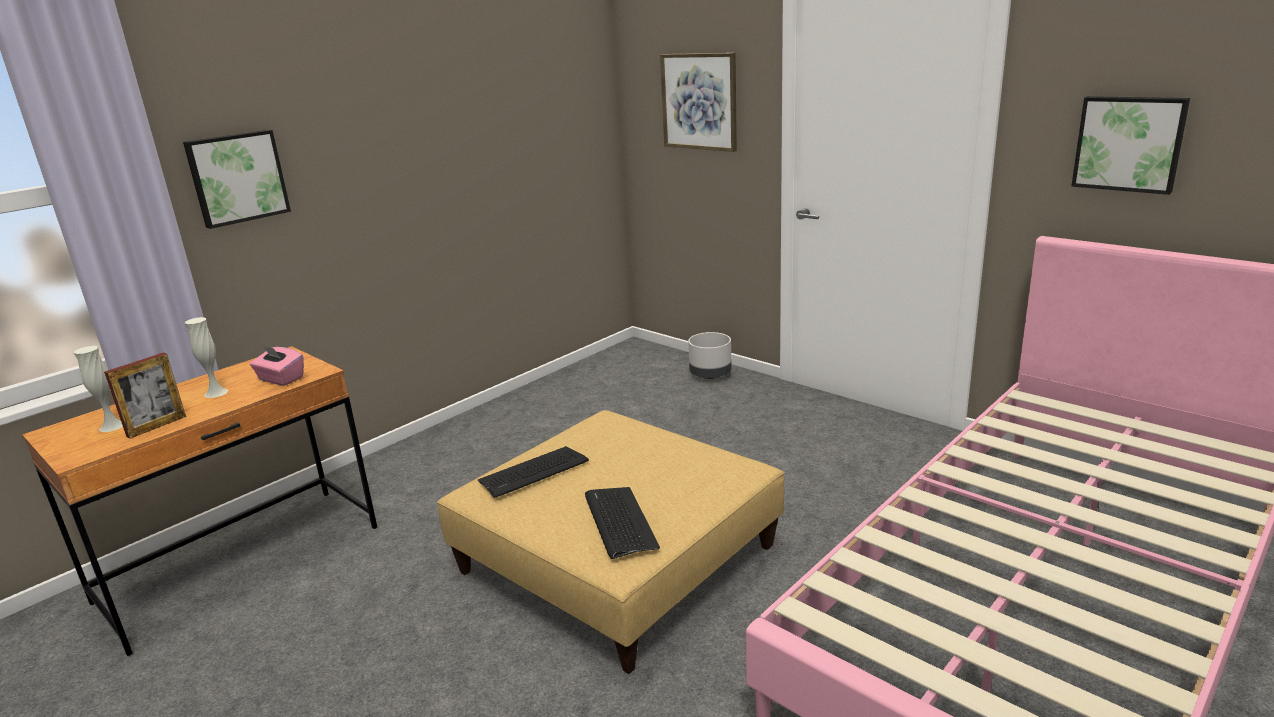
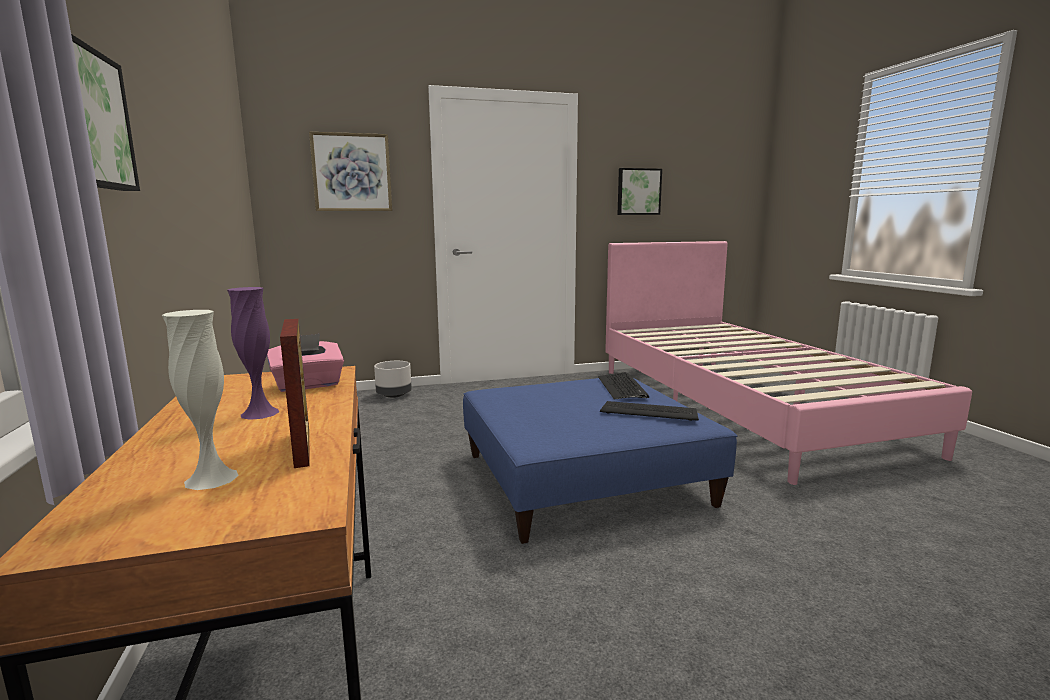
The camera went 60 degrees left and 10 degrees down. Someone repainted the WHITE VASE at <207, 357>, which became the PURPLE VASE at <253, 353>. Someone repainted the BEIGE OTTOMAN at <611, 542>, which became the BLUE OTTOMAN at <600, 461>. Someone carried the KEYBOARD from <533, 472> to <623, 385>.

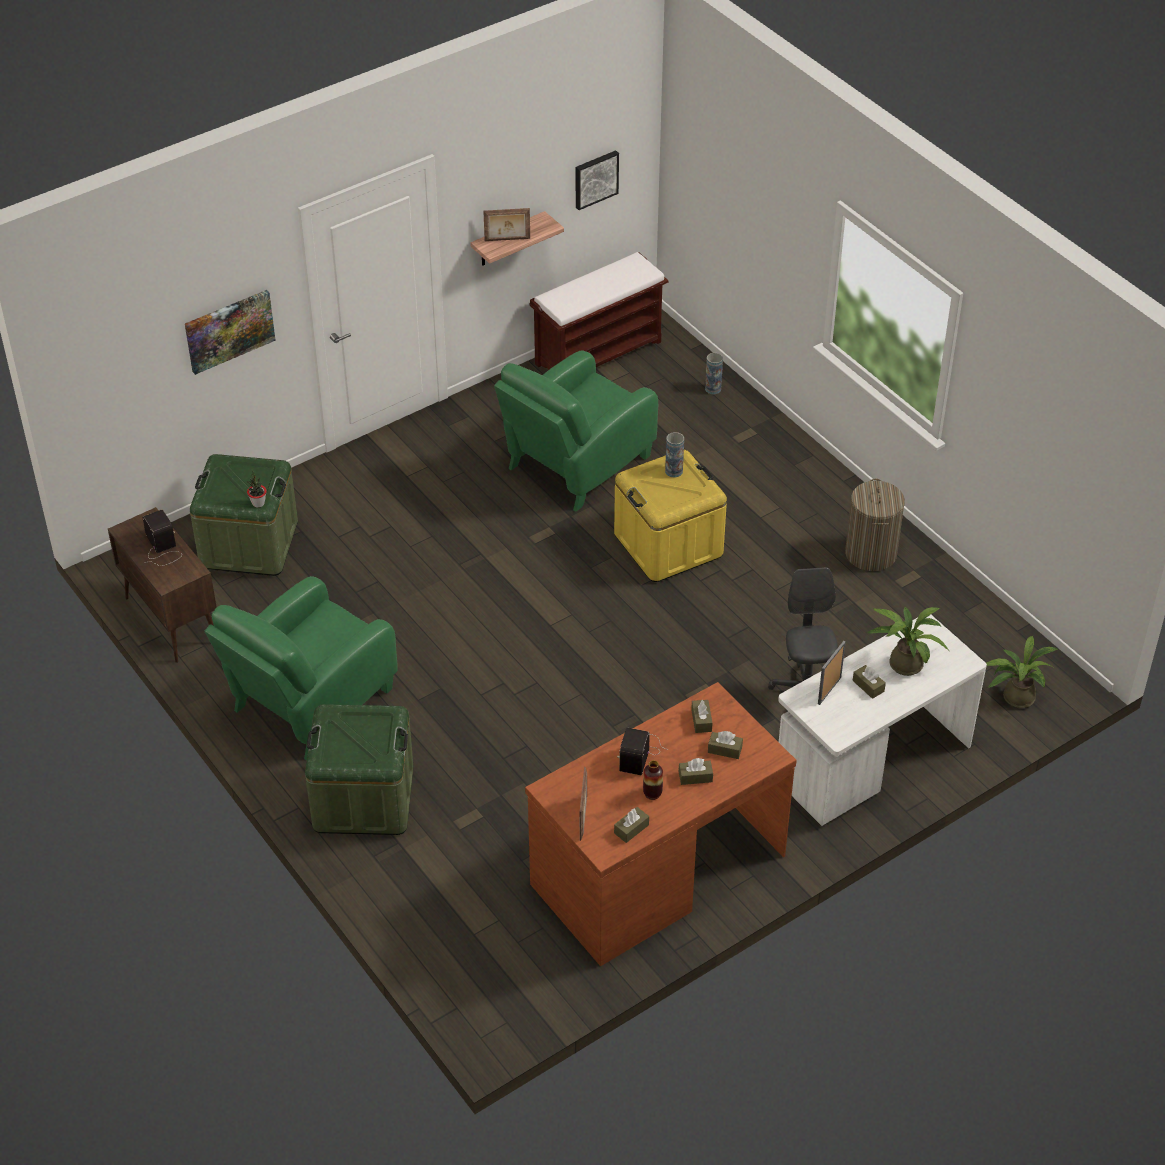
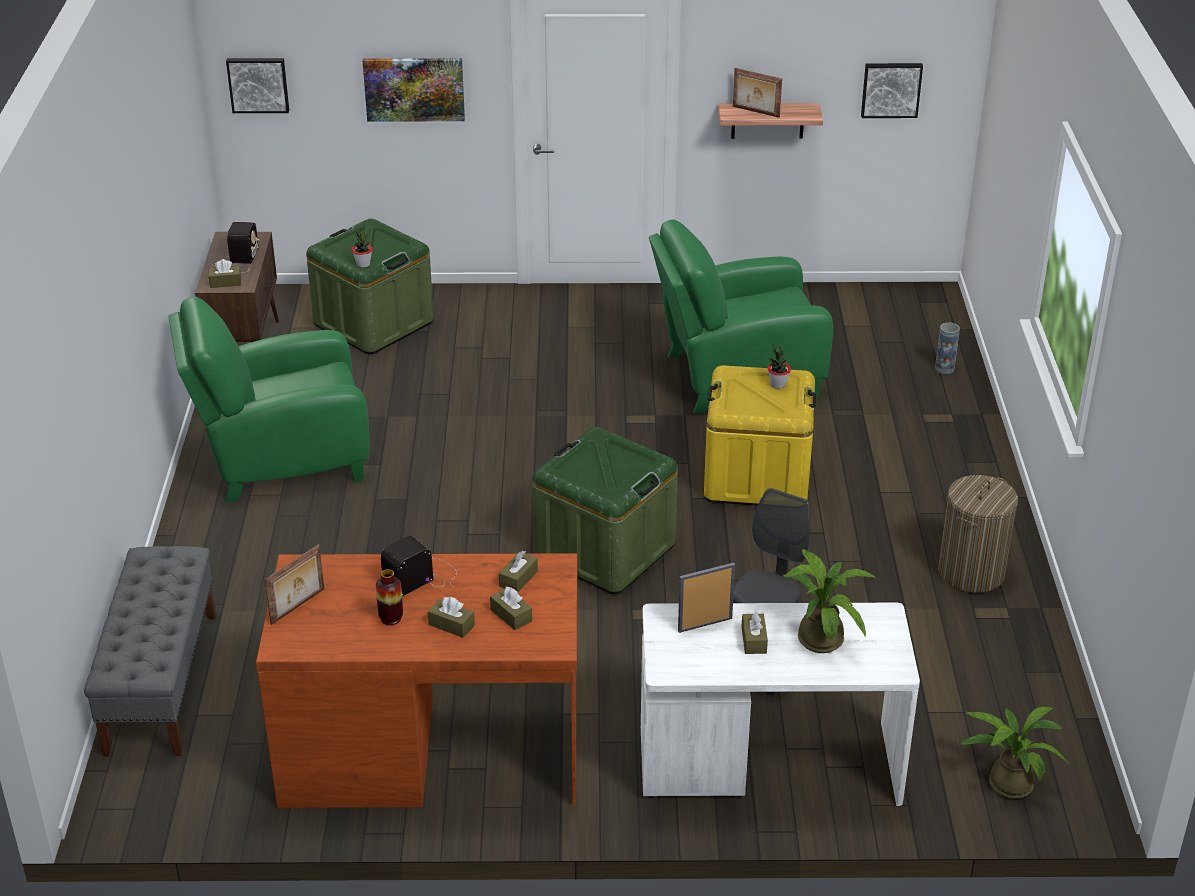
The camera went 35 degrees right and 10 degrees down. Someone took away the BROWN BENCH at <599, 311>. Someone swapped the VASE at <674, 454> for the POTTED PLANT at <779, 366>. Someone carried the GREEN STORAGE BOX from <359, 769> to <605, 510>. Someone carried the BROWN TISSUE BOX from <631, 825> to <225, 273>. Someone put up the PICTURE at <257, 85>. Someone put down the GREY BENCH at <150, 651>.

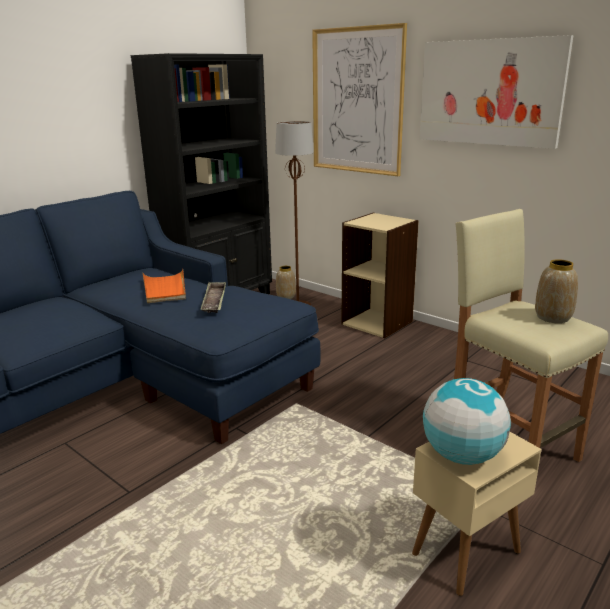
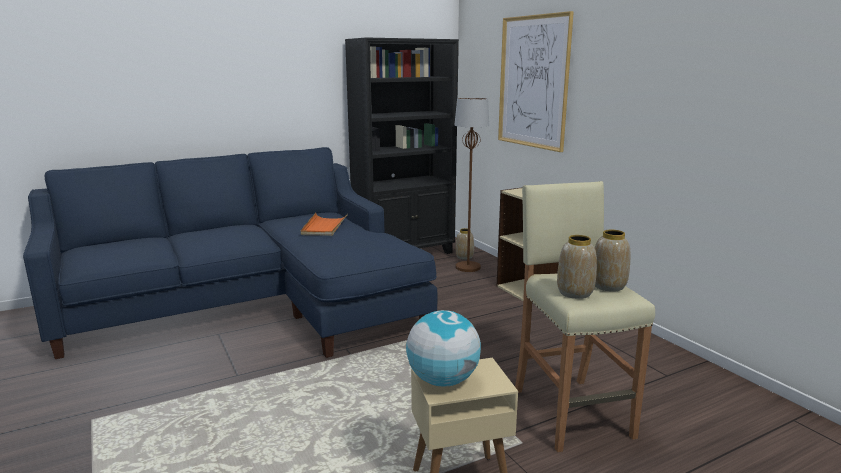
The camera went 20 degrees right and 5 degrees down. Someone took away the PICTURE at <497, 92>. Someone took away the TRAY at <213, 297>. Someone put down the VASE at <577, 267>.

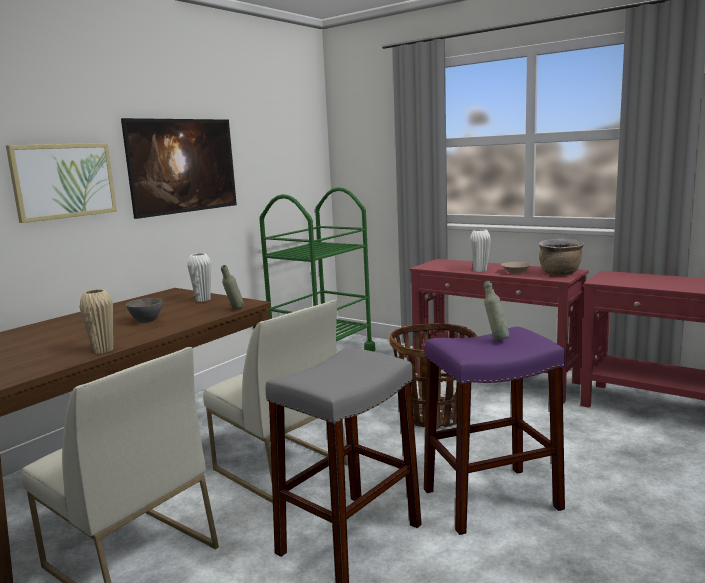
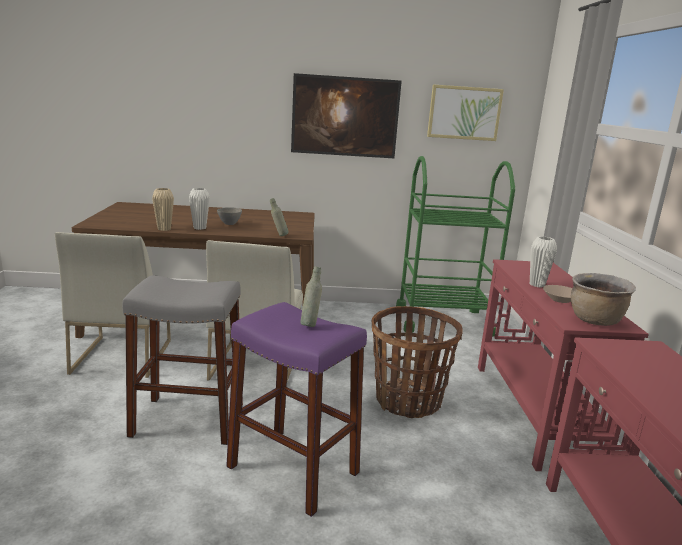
The camera went 50 degrees right and 5 degrees up. Someone carried the PICTURE from <61, 183> to <465, 113>. Someone carried the WHITE VASE from <199, 277> to <199, 209>.

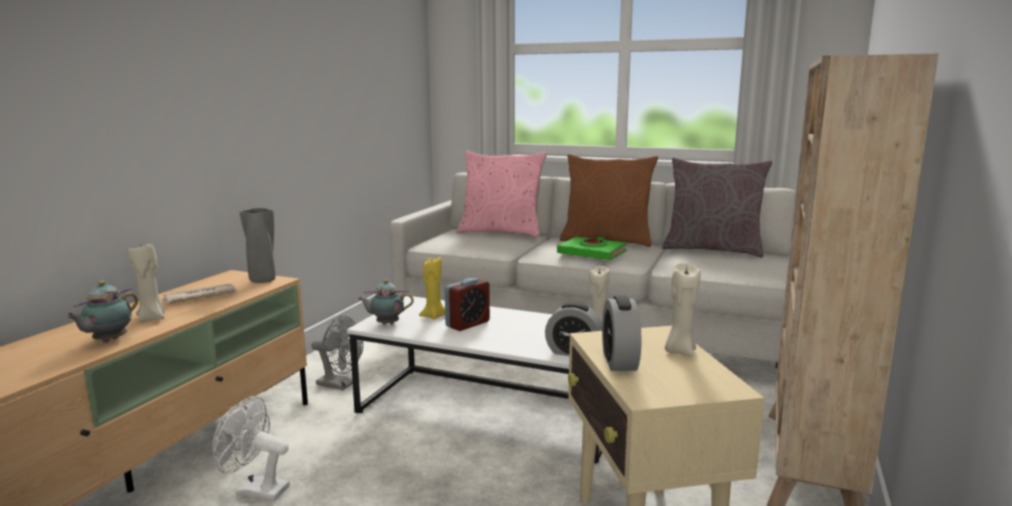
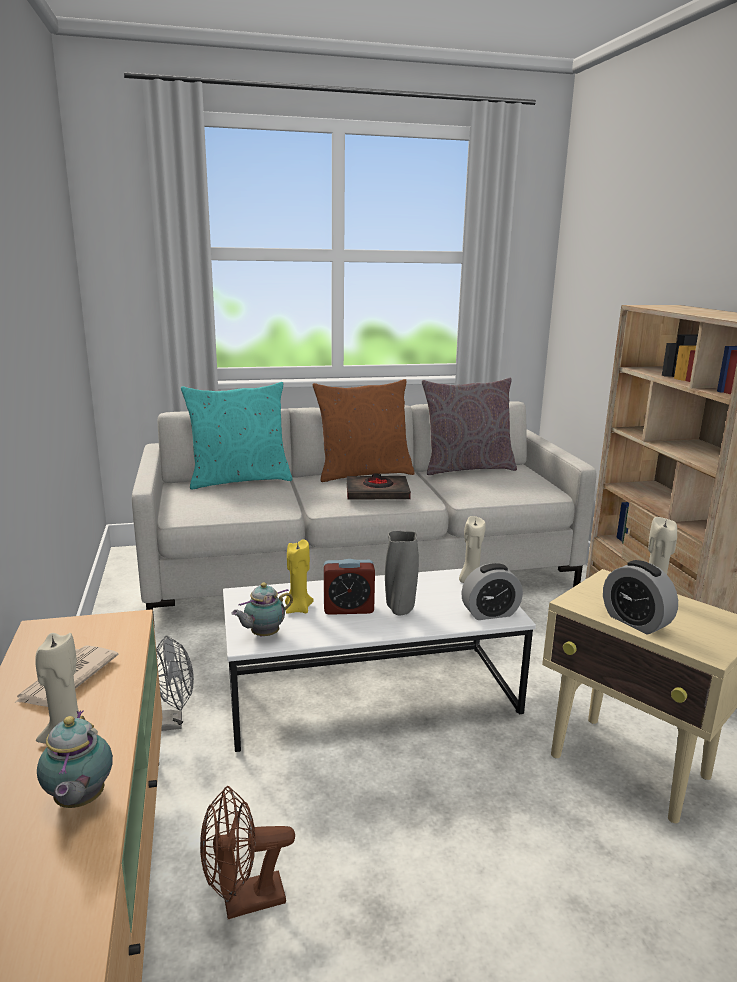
The camera went 35 degrees left and 5 degrees up. Someone repainted the PINK PILLOW at <502, 194>, which became the TURQUOISE PILLOW at <236, 436>. Someone carried the GREY VASE from <257, 245> to <402, 573>. Someone repainted the GREEN BOOK at <592, 248>, which became the BLACK BOOK at <379, 486>. Someone rotated the ALARM CLOCK at <467, 304> by 75 degrees clockwise. Someone repainted the WHITE FAN at <251, 448>, which became the BROWN FAN at <247, 852>.

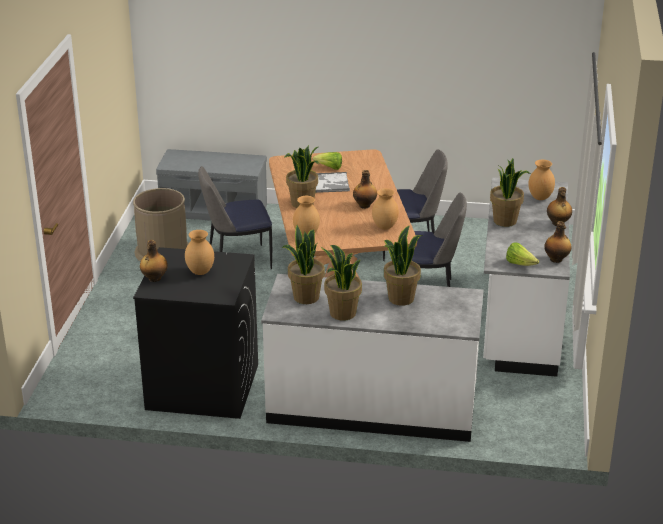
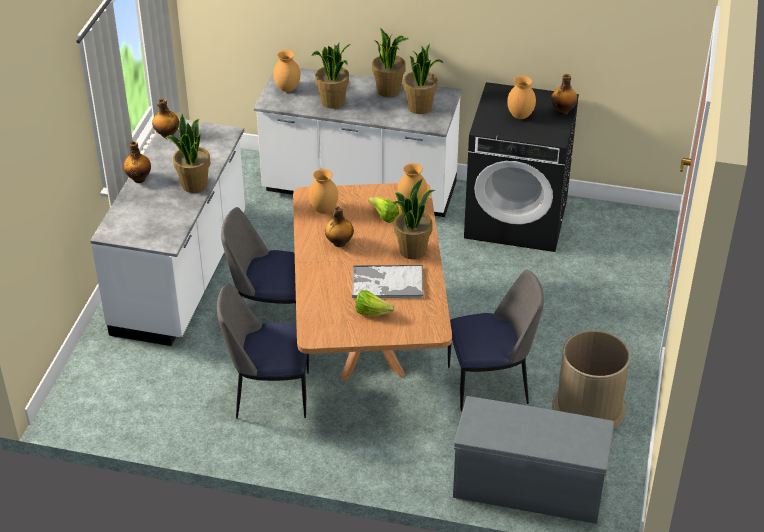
The camera went 175 degrees left and 10 degrees up. Someone carried the BROWN VASE from <541, 180> to <287, 71>. Someone carried the LETTUCE from <522, 254> to <383, 210>.

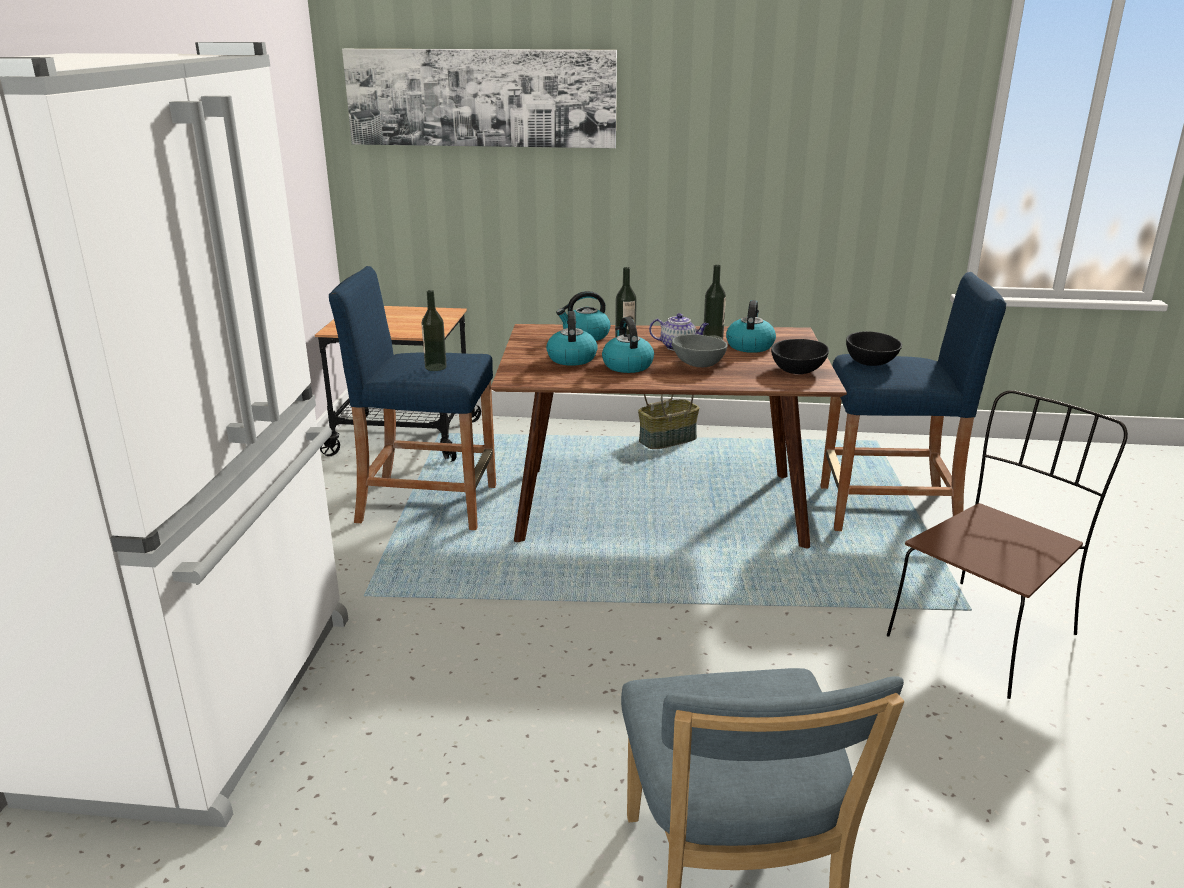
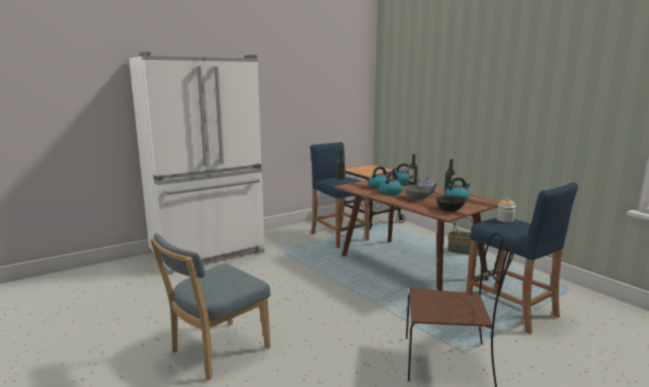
The camera went 50 degrees right and 10 degrees down. Someone took away the PICTURE at <479, 98>. Someone swapped the BLACK BOWL at <874, 348> for the JAR at <506, 210>.

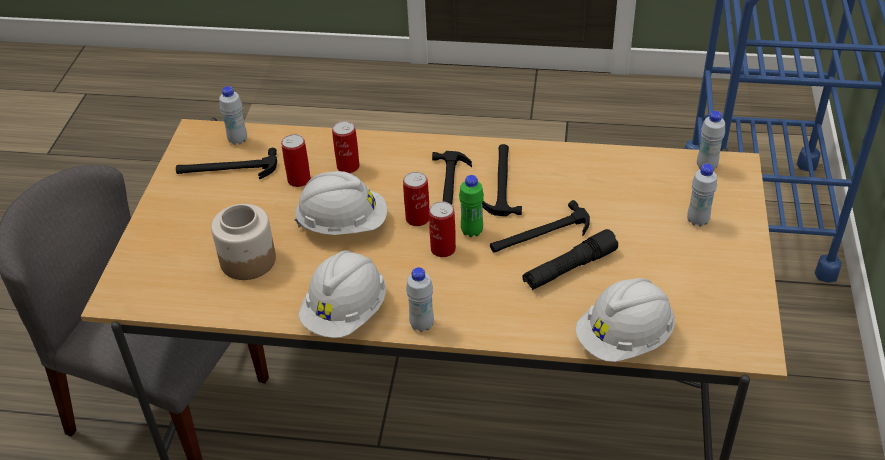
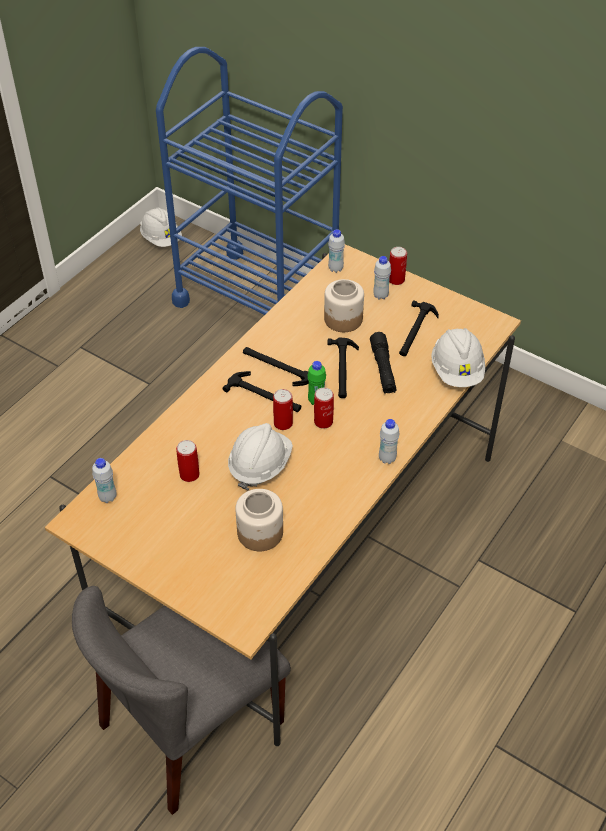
The camera went 65 degrees left and 5 degrees up. Someone carried the CAN from <346, 147> to <398, 266>. Someone carried the HAMMER from <226, 163> to <419, 328>. Someone carried the WHITE HARD HAT from <342, 294> to <161, 227>. Someone put down the JAR at <344, 305>.

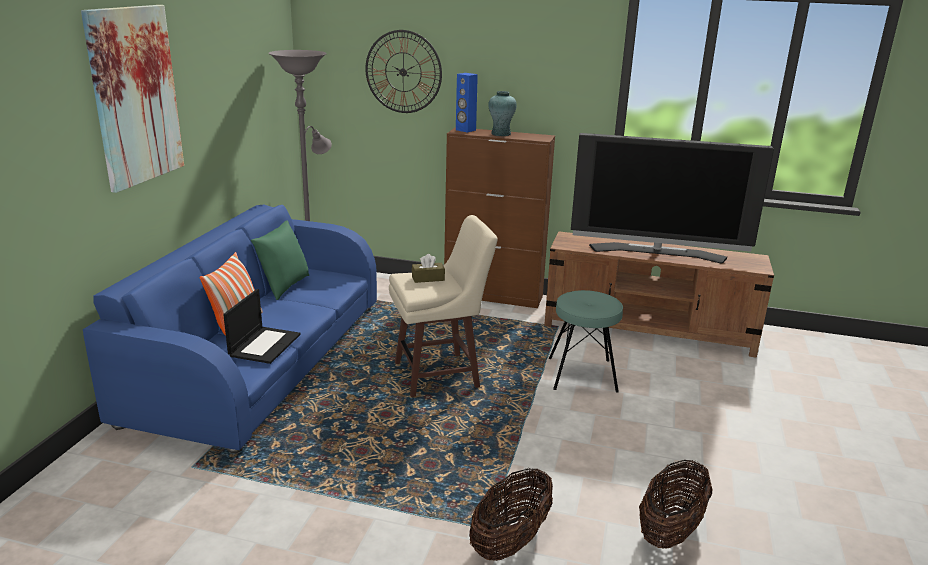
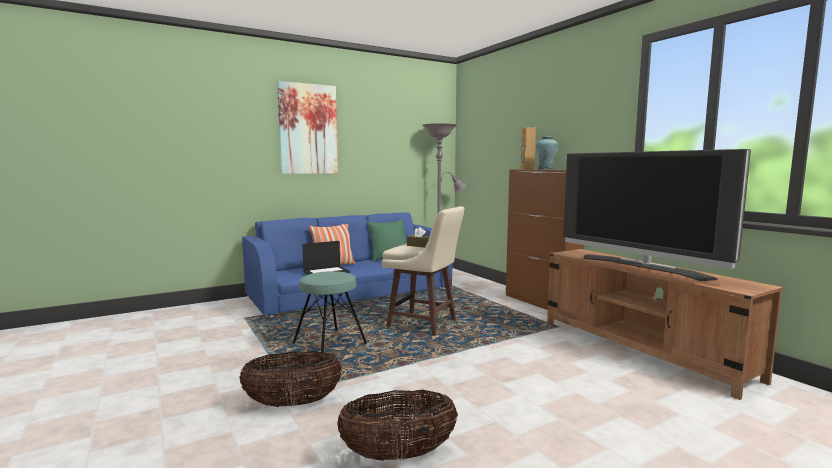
The camera went 45 degrees right and 15 degrees down. Someone took away the WALL CLOCK at <403, 71>. Someone repainted the BLUE SPEAKER at <467, 103>, which became the BROWN SPEAKER at <528, 148>. Someone carried the TURQUOISE STOOL from <586, 341> to <330, 311>.

